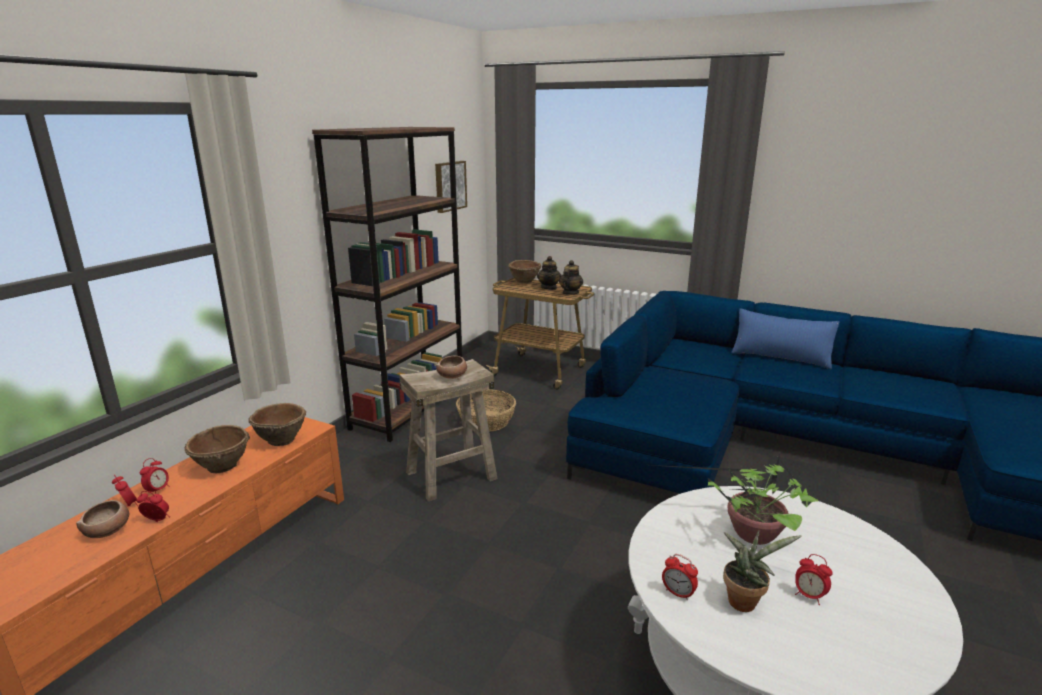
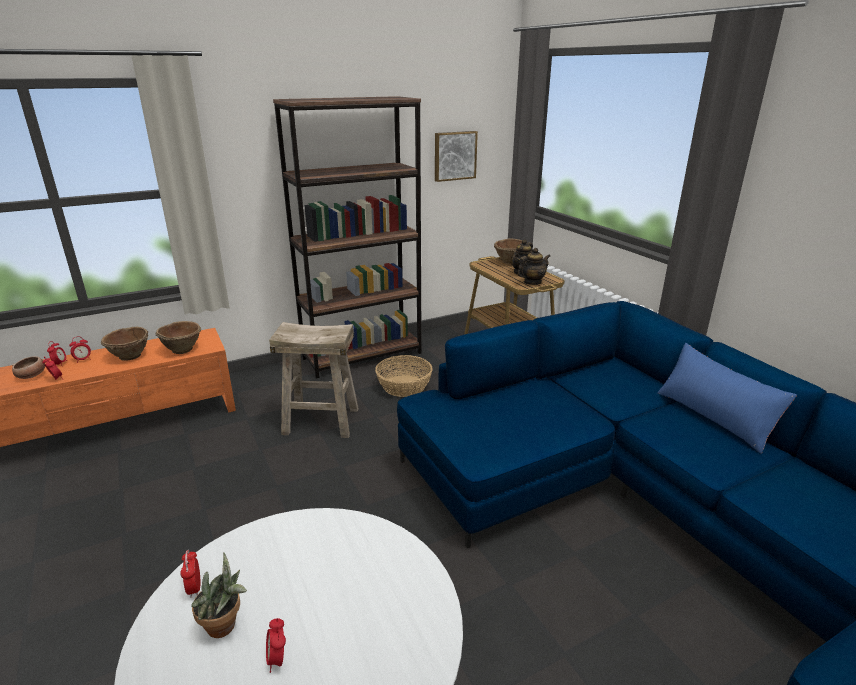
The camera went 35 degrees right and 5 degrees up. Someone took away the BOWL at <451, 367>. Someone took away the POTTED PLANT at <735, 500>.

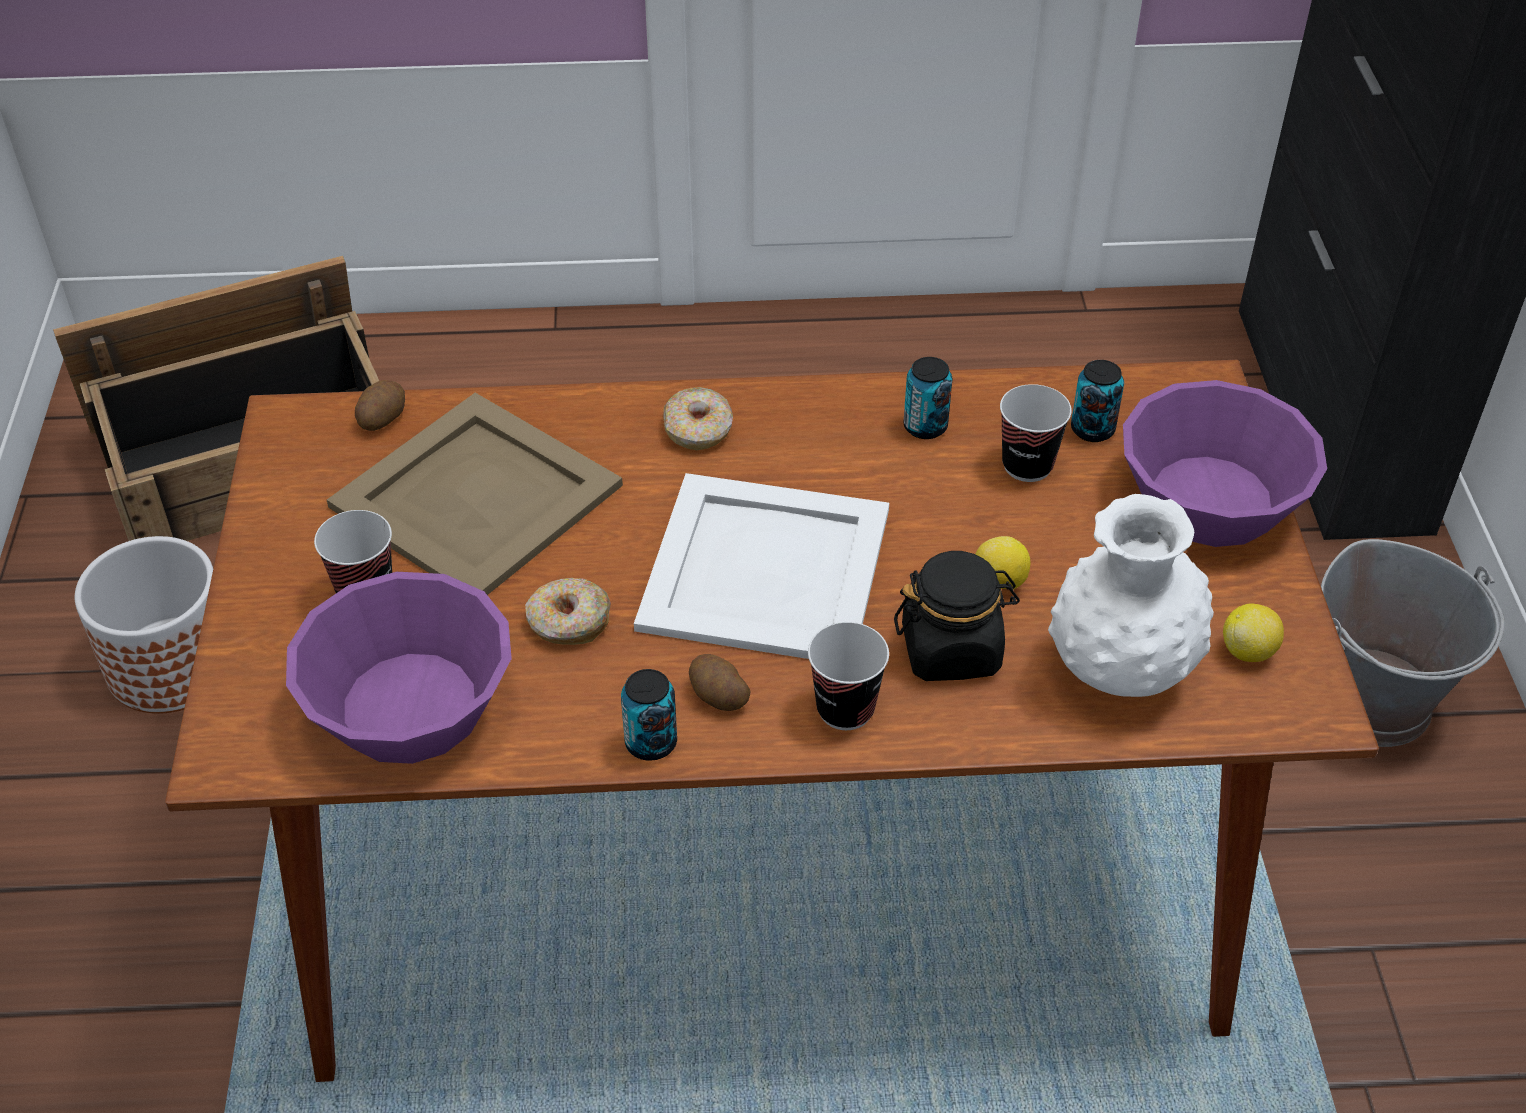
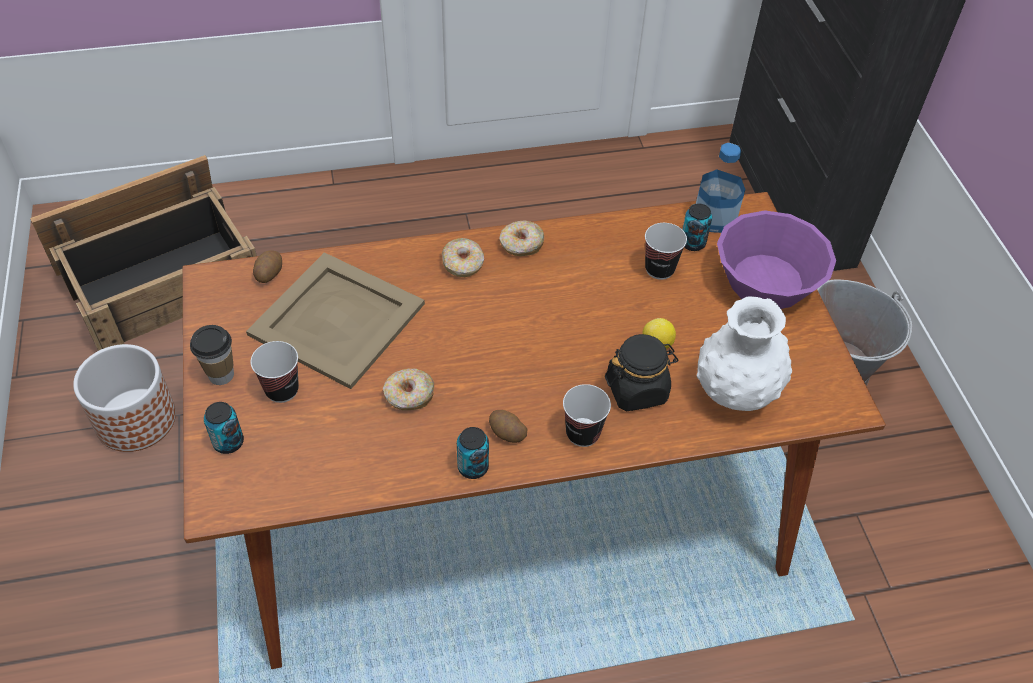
The camera went 10 degrees left and 5 degrees up. Someone carried the CAN from <927, 398> to <224, 428>. Someone took away the WHITE TRAY at <761, 566>. Someone took away the PURPLE BOWL at <399, 668>. Someone took away the LEMON at <1253, 633>. Someone put down the BOTTLE at <720, 187>. Someone put down the DONUT at <521, 238>. Someone put down the CUP at <212, 355>.

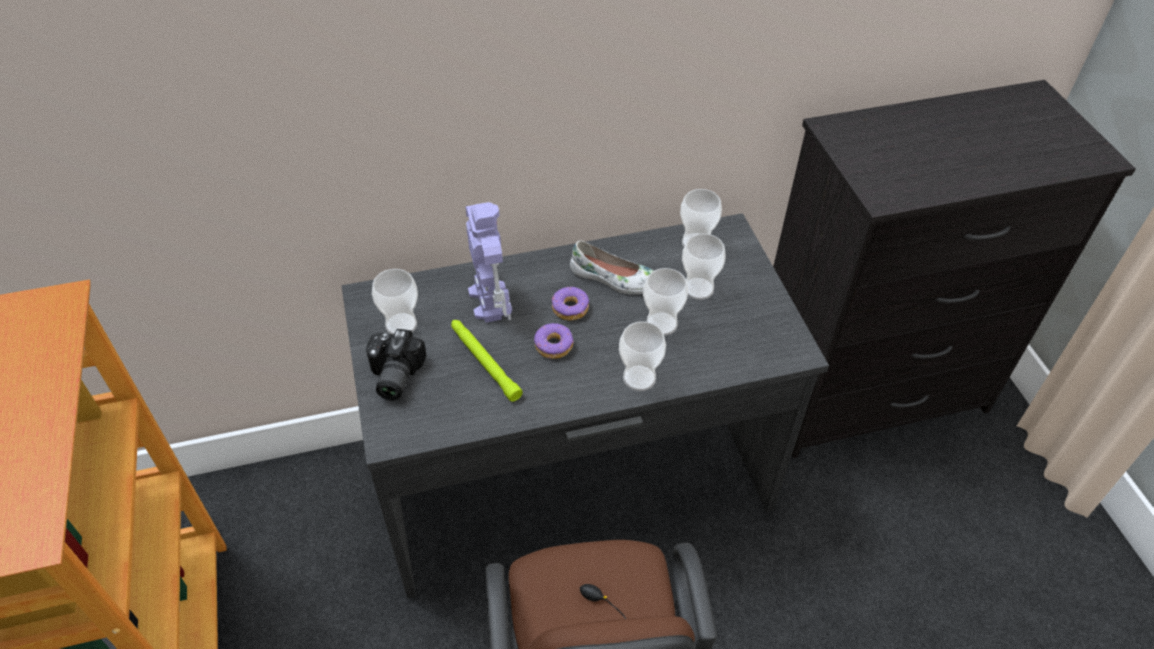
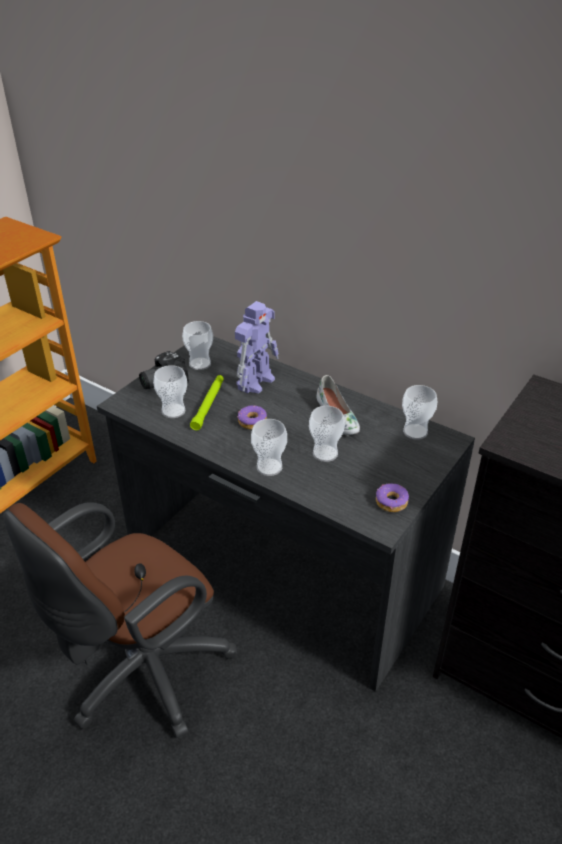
The camera went 50 degrees right and 10 degrees down. Someone carried the CUP from <704, 266> to <170, 391>. Someone carried the DONUT from <570, 304> to <392, 497>.

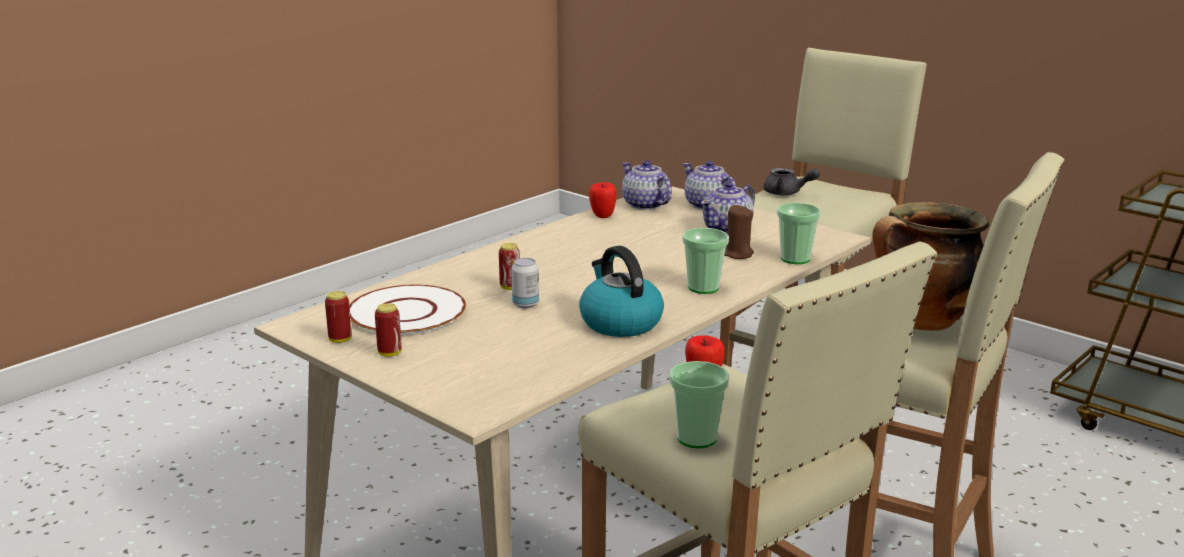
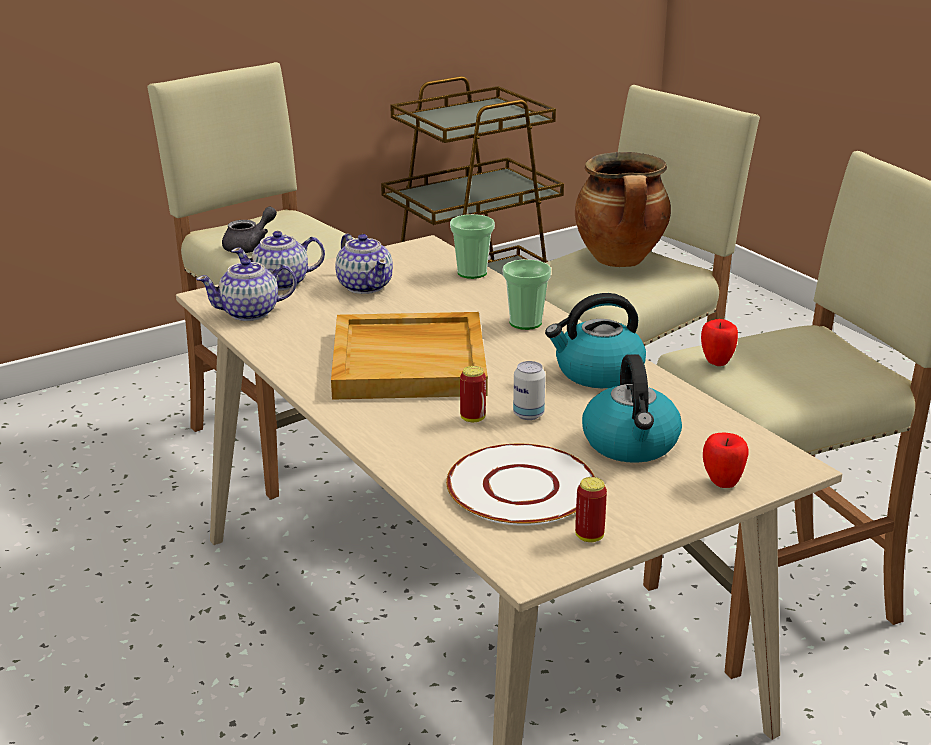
The camera went 75 degrees left and 5 degrees up. Someone carried the APPLE from <603, 200> to <725, 460>. Someone took away the BROWN CANDLE at <739, 232>. Someone took away the CAN at <388, 330>. Someone took away the CUP at <699, 404>. Someone put down the BEIGE TRAY at <409, 356>. Someone put down the KETTLE at <632, 408>.

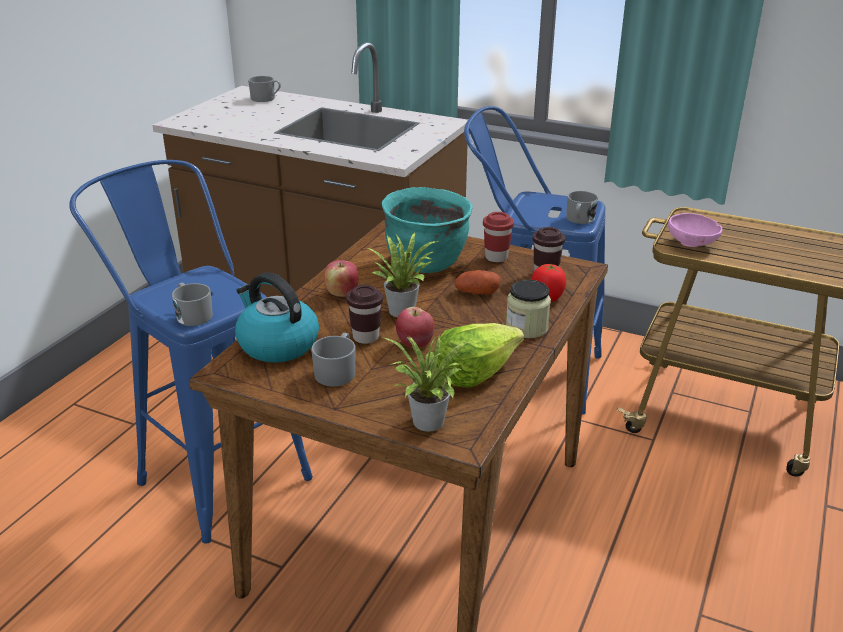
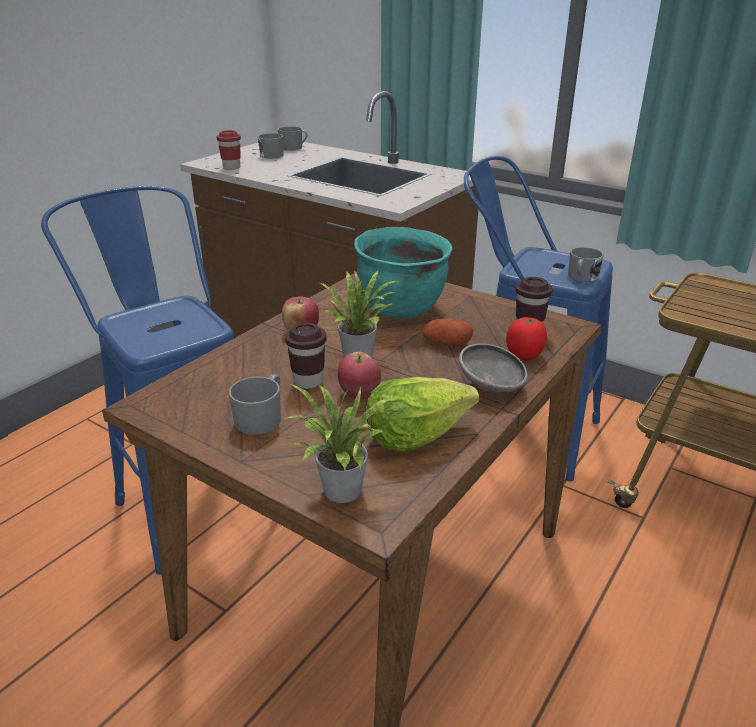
The camera went 10 degrees right and 0 degrees up. Someone carried the RED CUP from <498, 237> to <228, 150>. Someone took away the PINK BOWL at <695, 230>. Someone took away the KETTLE at <277, 317>. Someone swapped the JAR at <528, 309> for the GREY BOWL at <493, 368>. Someone carried the GREY MUG from <192, 304> to <271, 146>.

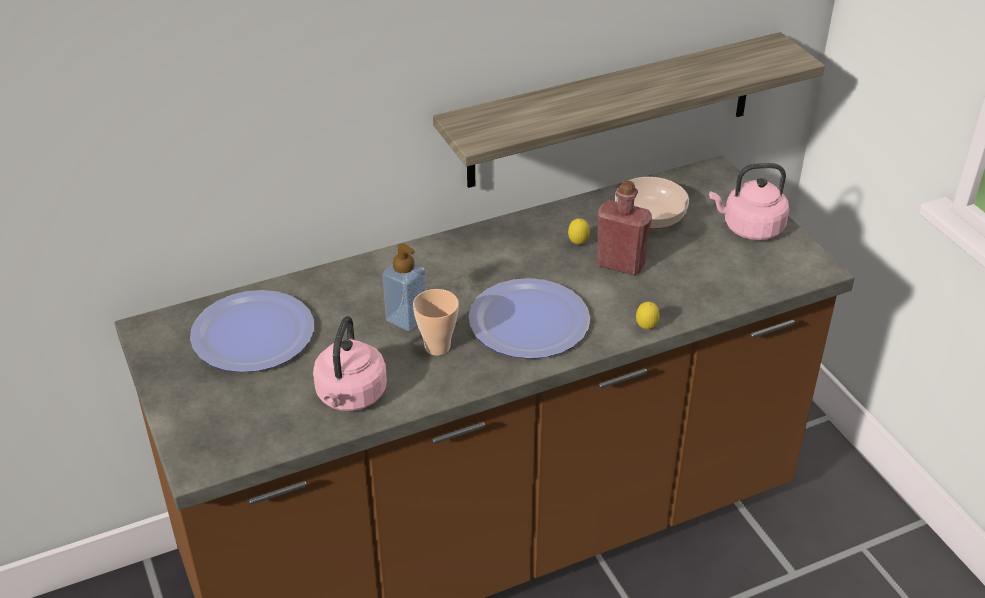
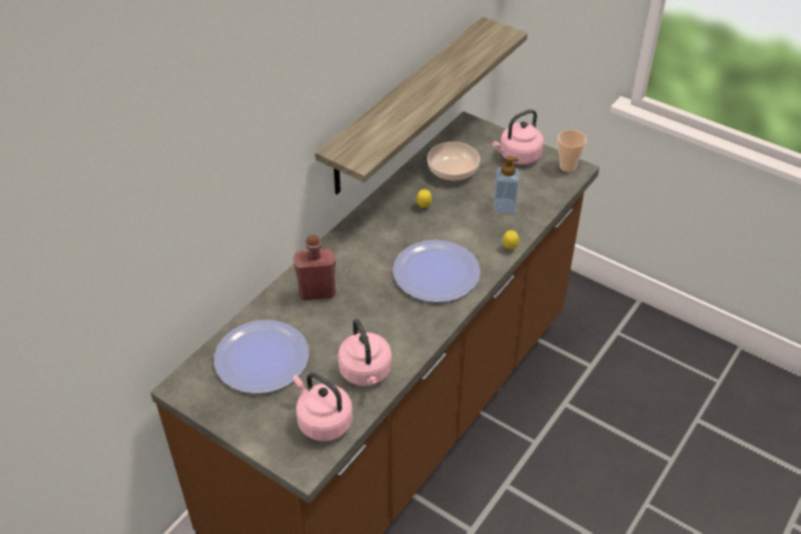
The camera went 30 degrees left and 5 degrees up. Someone carried the RED BOTTLE from <624, 227> to <314, 267>. Someone carried the SOAP DISPENSER from <404, 287> to <506, 184>. Someone carried the CUP from <436, 322> to <572, 151>. Someone put down the PINK KETTLE at <323, 407>.

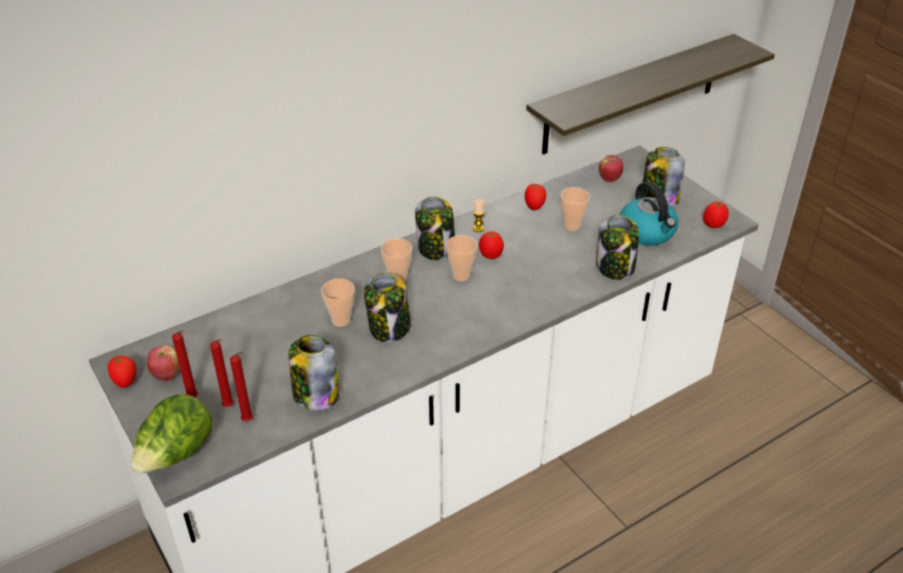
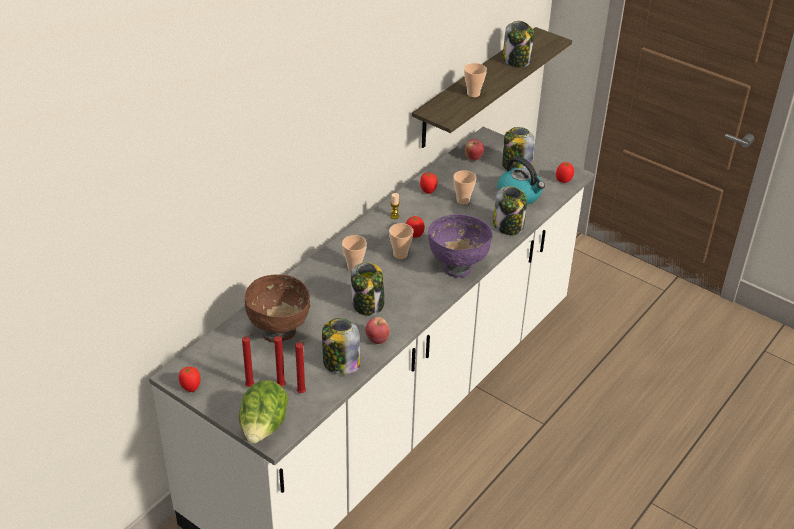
The camera went 20 degrees left and 0 degrees up. Someone carried the JAR from <435, 228> to <518, 44>. Someone carried the CUP from <338, 303> to <475, 80>. Someone carried the APPLE from <163, 363> to <378, 330>. Someone put down the PURPLE BOWL at <460, 246>. Someone put down the BROWN BOWL at <277, 308>.

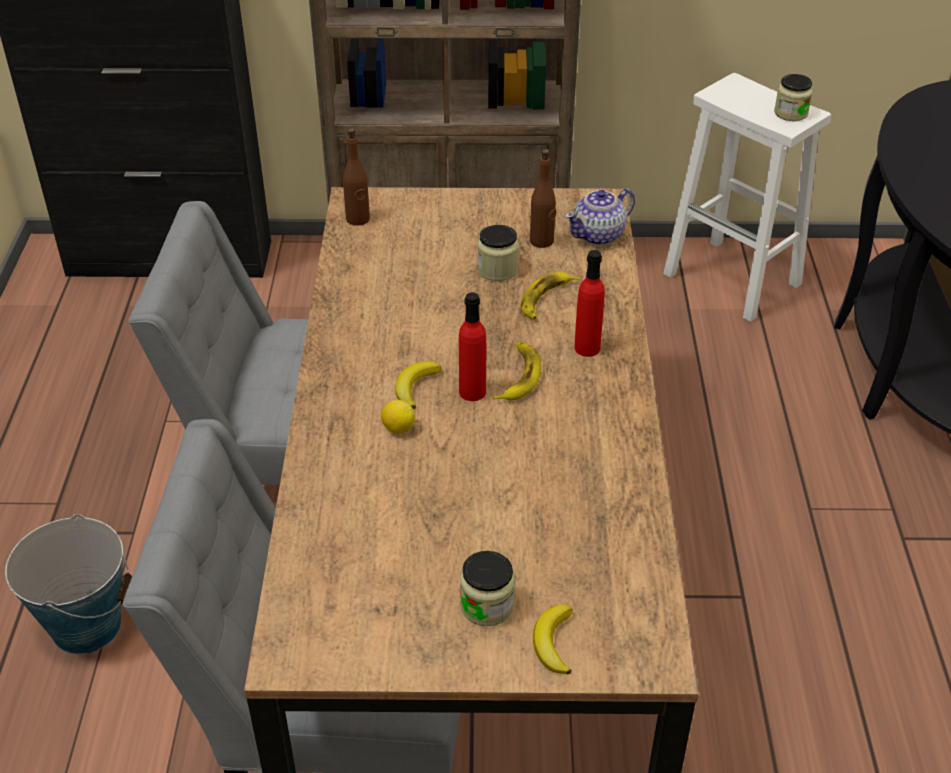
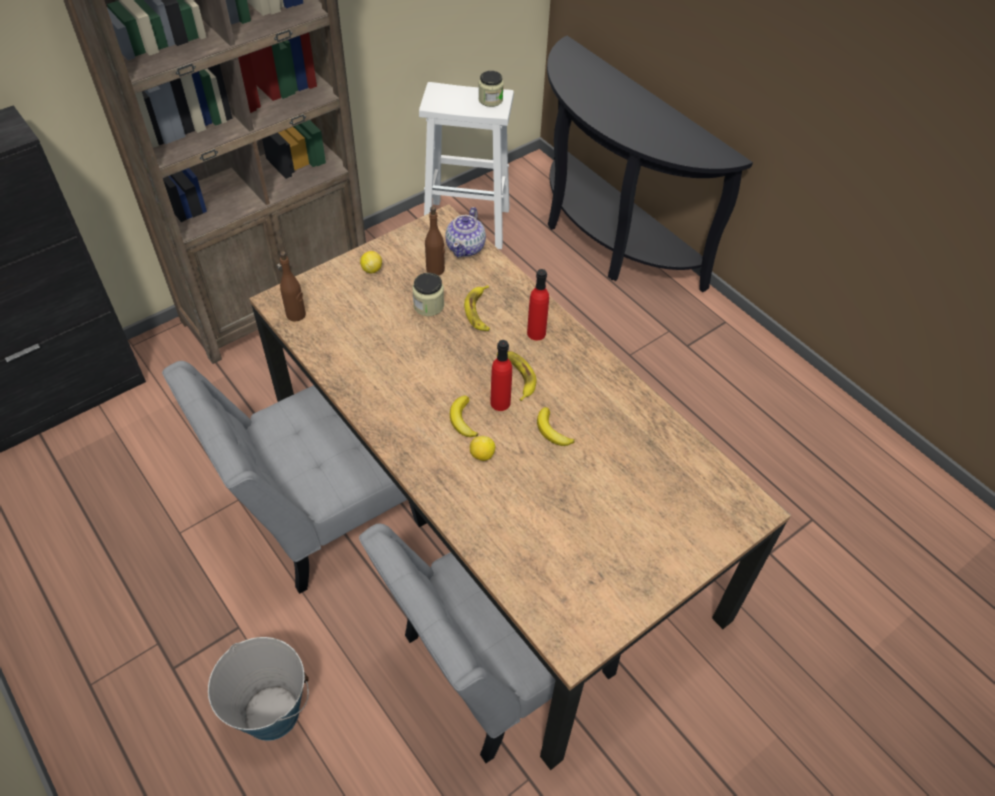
The camera went 40 degrees left and 10 degrees up. Someone took away the JAR at <487, 588>. Someone carried the BANANA from <552, 639> to <556, 426>. Someone put down the LEMON at <371, 262>.

